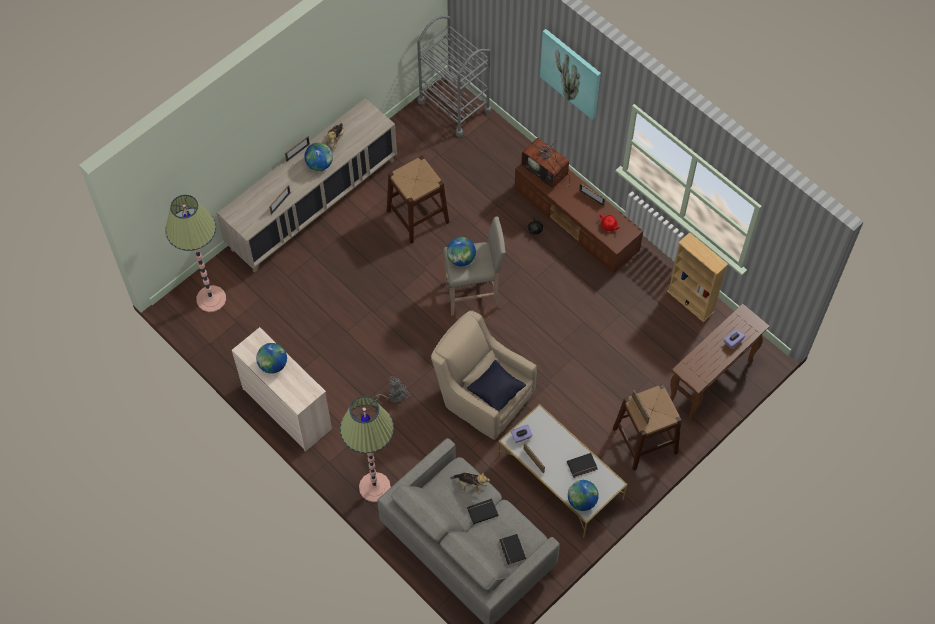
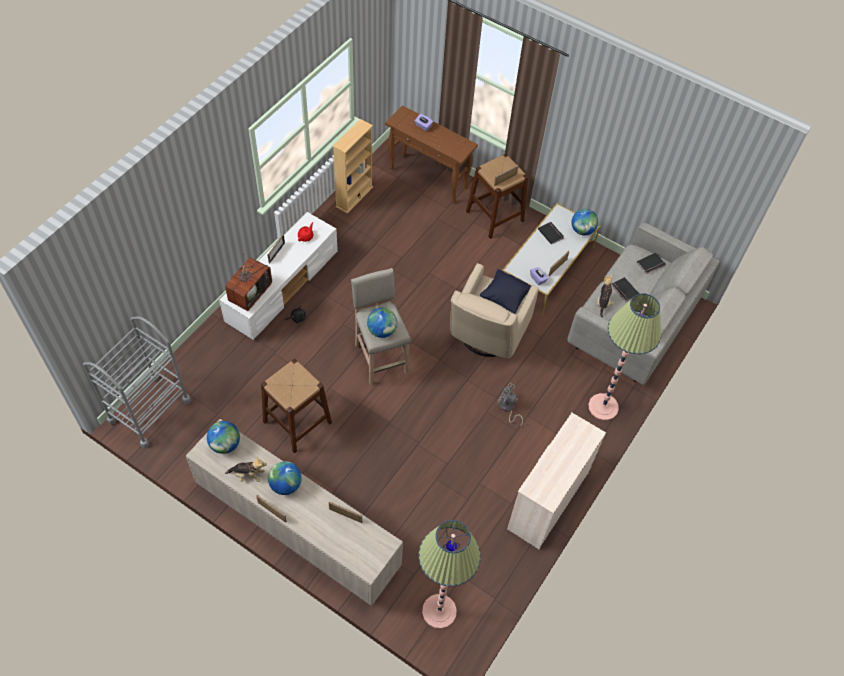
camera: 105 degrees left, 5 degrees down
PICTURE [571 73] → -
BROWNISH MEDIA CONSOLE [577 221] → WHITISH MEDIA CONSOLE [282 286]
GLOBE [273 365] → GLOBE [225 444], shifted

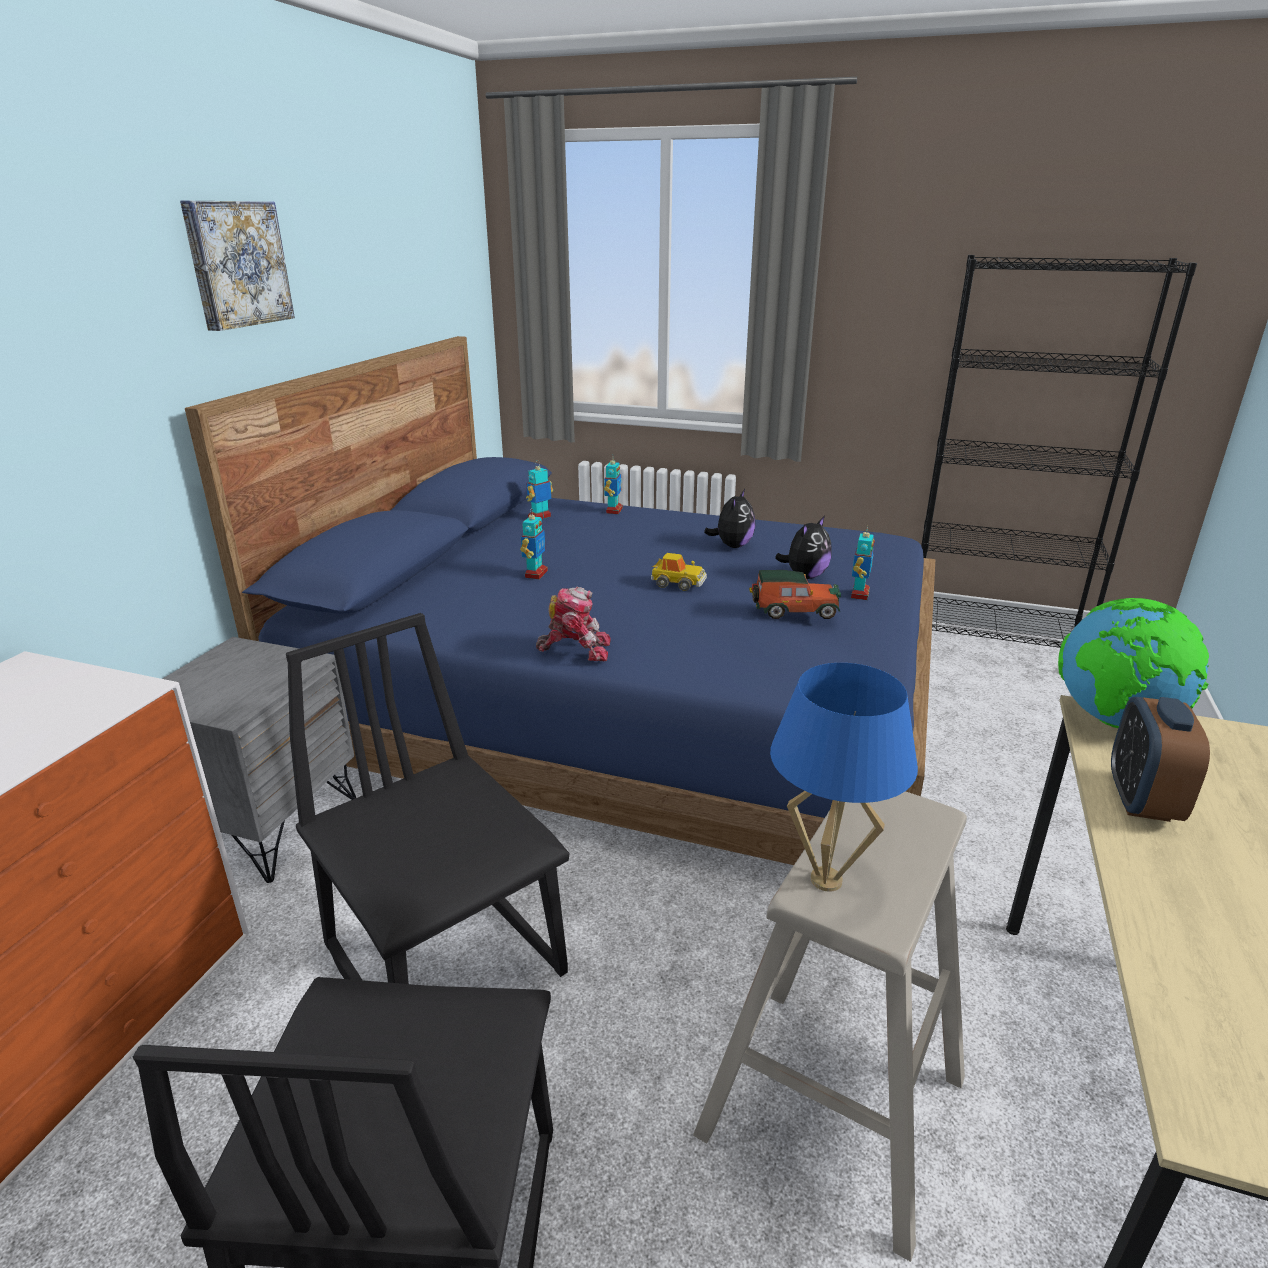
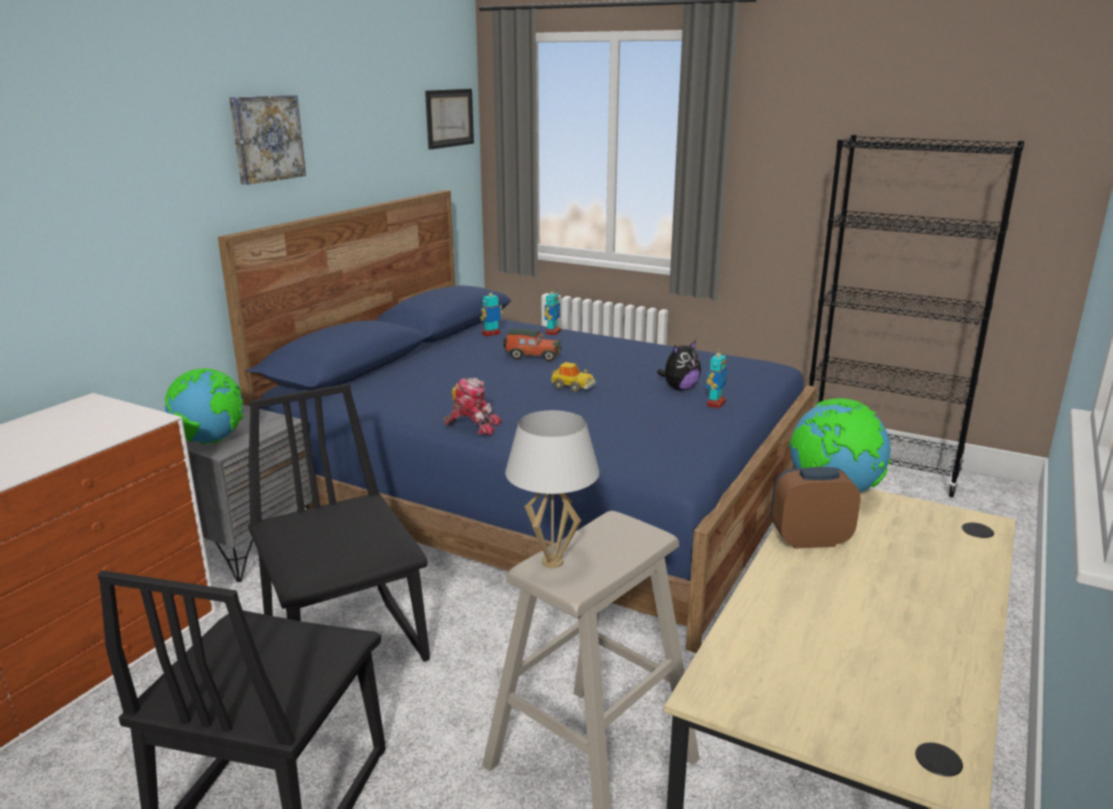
camera: 10 degrees right, 5 degrees down
PLUSH TOY [732 546] → -
MODEL ROBOT [535 574] → -
MINIATURE CAR [793 611] → MINIATURE CAR [531 356], shifted
BLUISH LAMP FOR A TABLE [826 879] → WHITISH LAMP FOR A TABLE [552 562]
ALARM CLOCK [1141 800] → ALARM CLOCK [810 540], 60 degrees clockwise
- → PICTURE [449 118]
- → GLOBE [211 441]

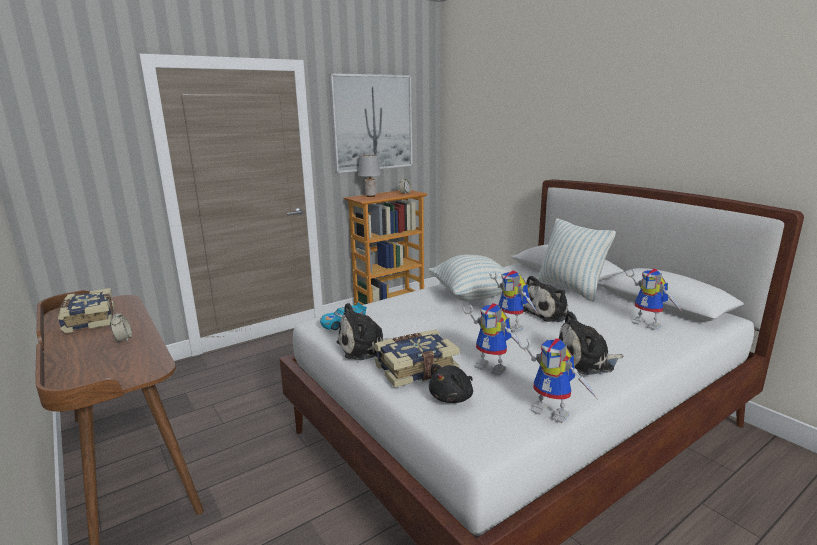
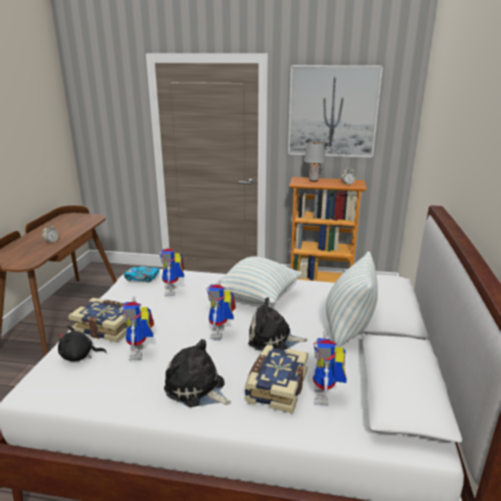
camera: 45 degrees right, 5 degrees up
VOLUME [88 320] → VOLUME [275 386], shifted
PLUSH TOY [366 347] → -
MODEL ROBOT [554 411] → MODEL ROBOT [173 292], shifted

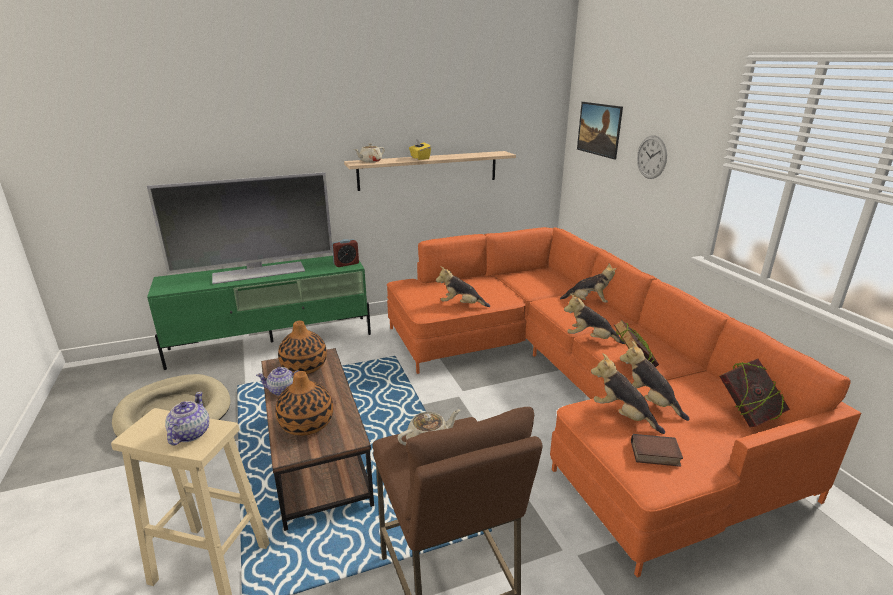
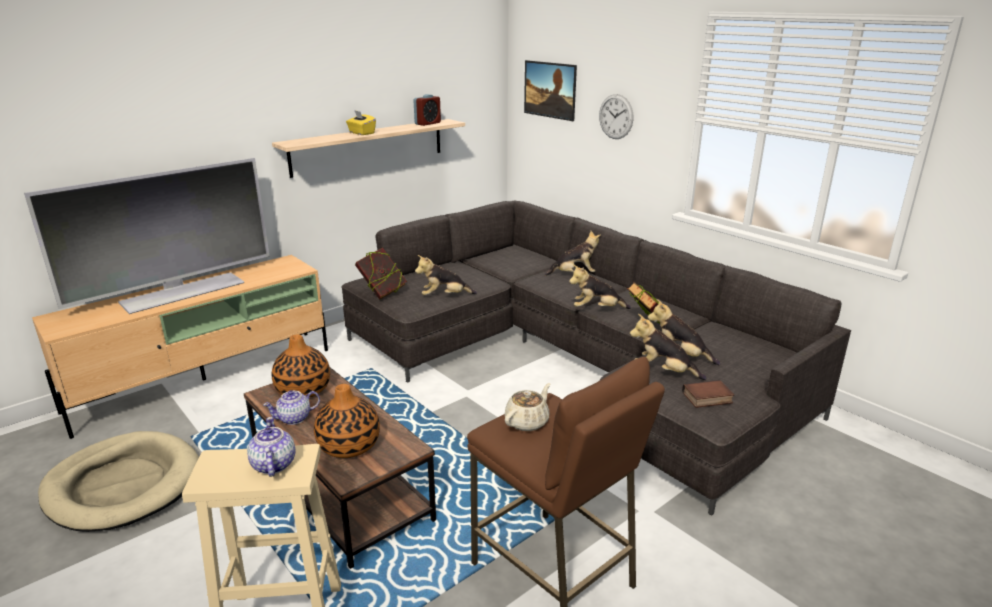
camera: 20 degrees left, 0 degrees up
BEIGE-COLOURED POT FOR TEA [370 161] → -
ORANGE-COLOURED SOFA [569 383] → GREYISH SOFA [572 361]
ALARM CLOCK [346 264] → ALARM CLOCK [427 123], shifted
GREEN MEDIA CONSOLE [273 341] → BEIGE-COLOURED MEDIA CONSOLE [206 379]
VOLUME [747 415] → VOLUME [382 293], shifted

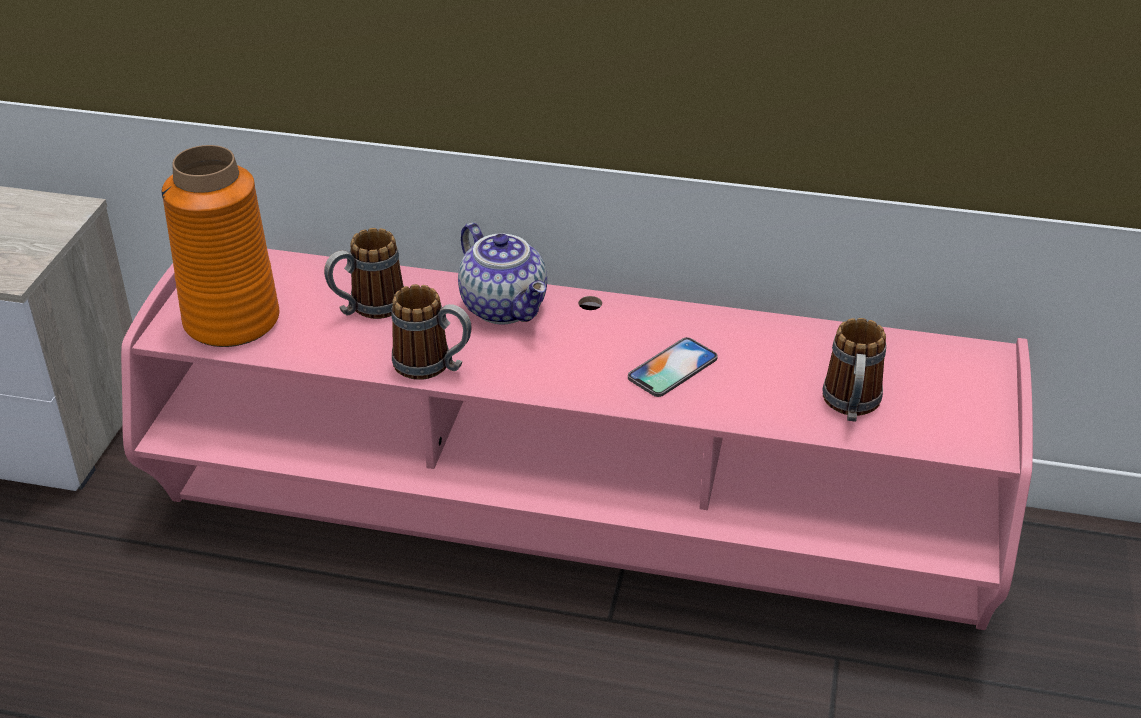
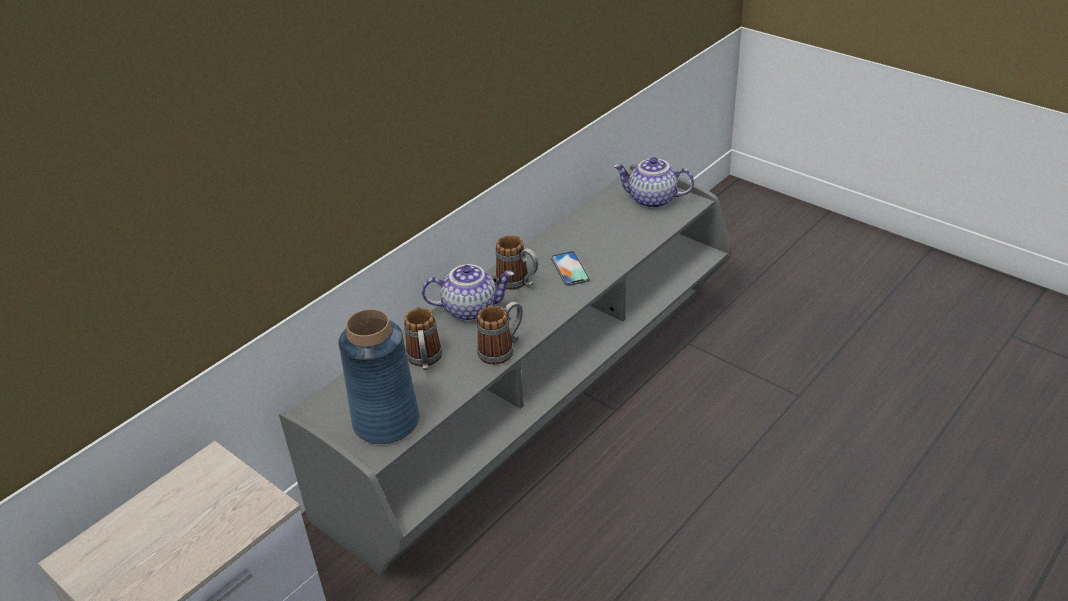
camera: 60 degrees left, 0 degrees up
ORANGE-COLOURED DECORATIVE VASE [232 320] → BLUISH DECORATIVE VASE [386 421]
PINK-COLOURED MEDIA CONSOLE [572 527] → GREYISH MEDIA CONSOLE [540 401]
TEA MUG [851 407] → TEA MUG [518 283], shifted
- → POT FOR TEA [652 200]

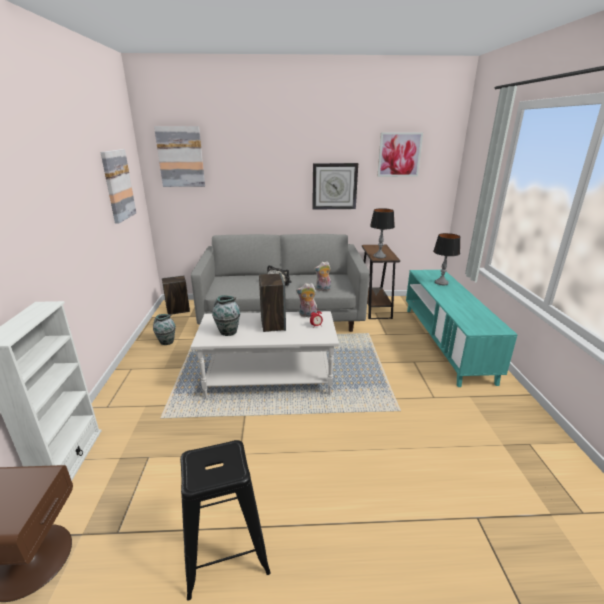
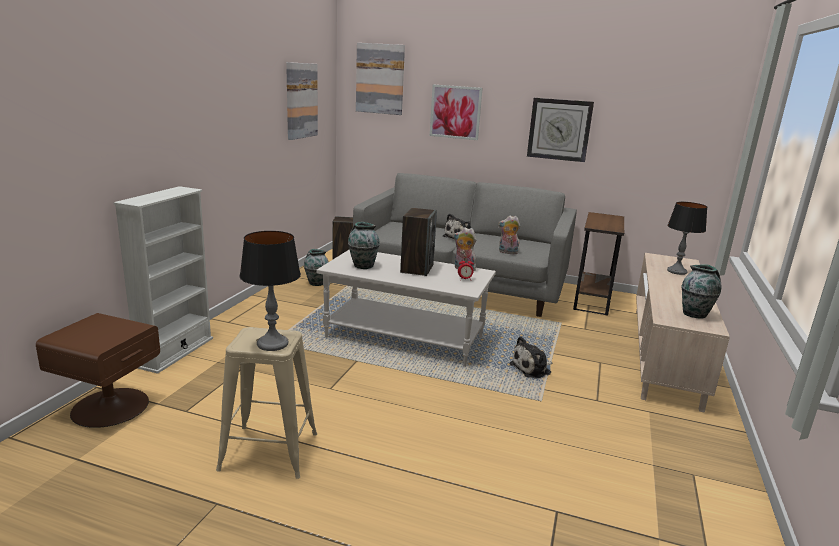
camera: 20 degrees right, 5 degrees down
PICTURE [399 154] → PICTURE [455 112], shifted
LAMP FOR A TABLE [379 256] → LAMP FOR A TABLE [272 344], shifted
TURQUOISE MEDIA CONSOLE [445 342] → BEIGE-COLOURED MEDIA CONSOLE [664 353]
BLACK STOOL SEAT [224 551] → BEIGE-COLOURED STOOL SEAT [268 451]
- → DECORATIVE VASE [695 314]
- → PLUSH TOY [532 369]

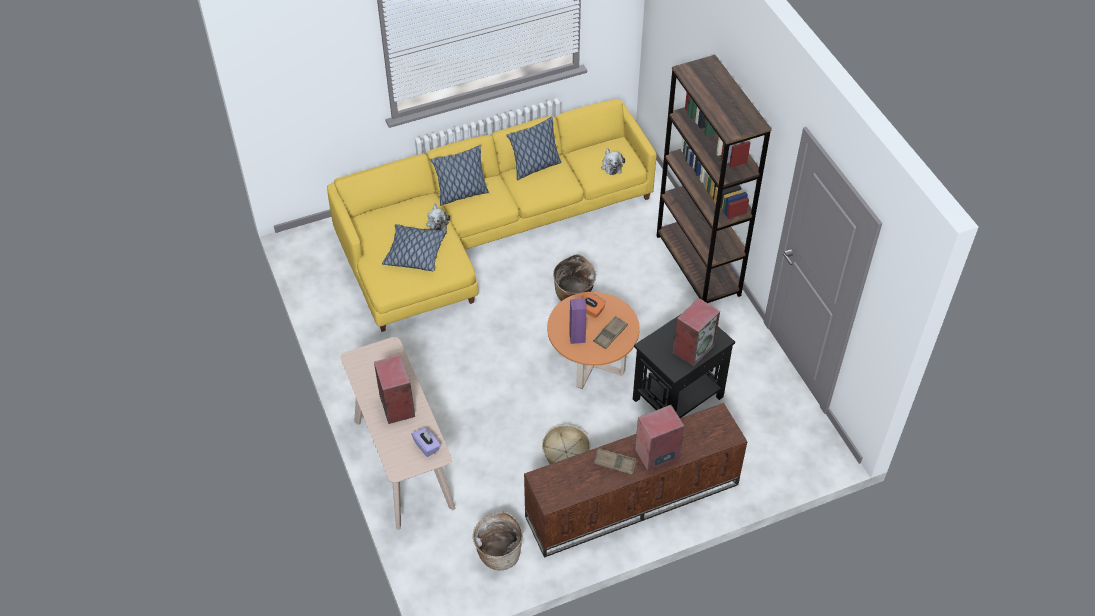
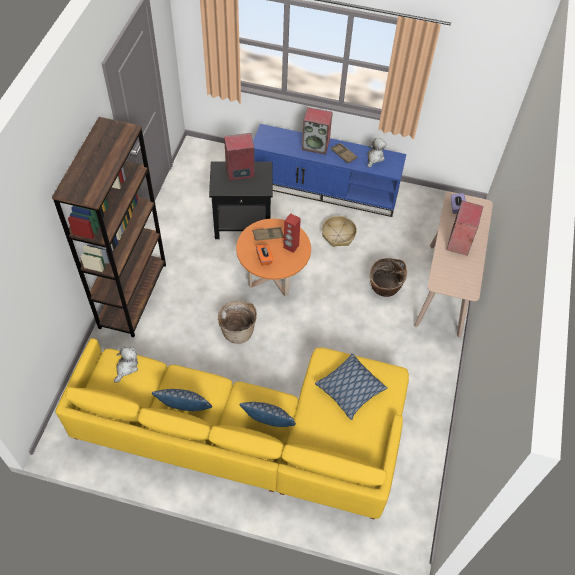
camera: 145 degrees left, 5 degrees up
PLUSH TOY [437 222] → PLUSH TOY [374 157], shifted
PURPLE LOUDSPEAKER [577 337] → REDDISH LOUDSPEAKER [291 246]
BROWNISH MEDIA CONSOLE [631 502] → BLUISH MEDIA CONSOLE [325 188]
STORAGE BASKET [498 552] → STORAGE BASKET [384 288], shifted

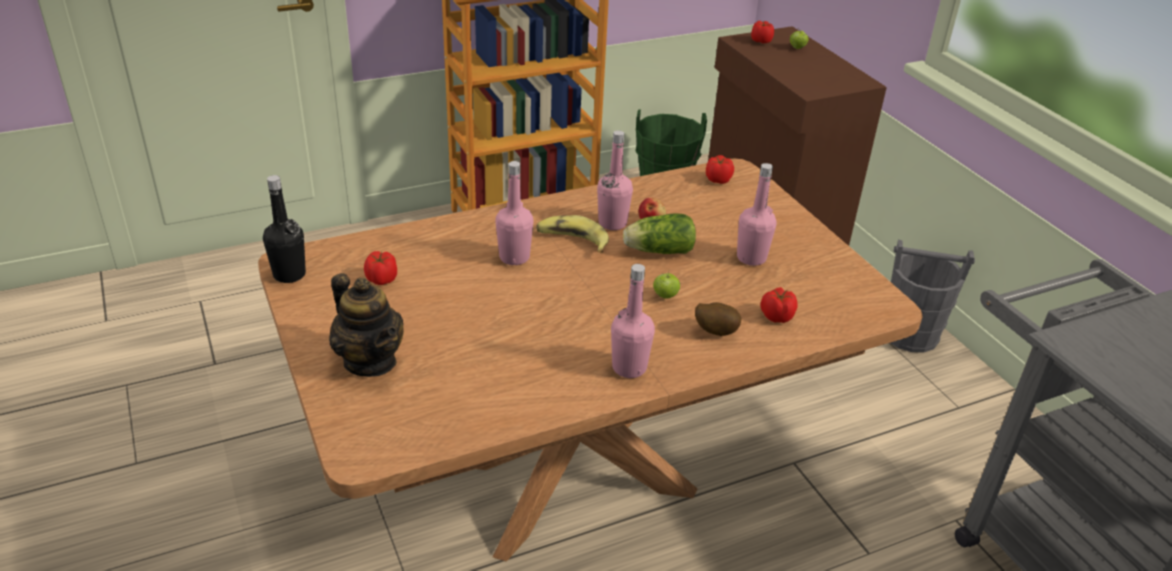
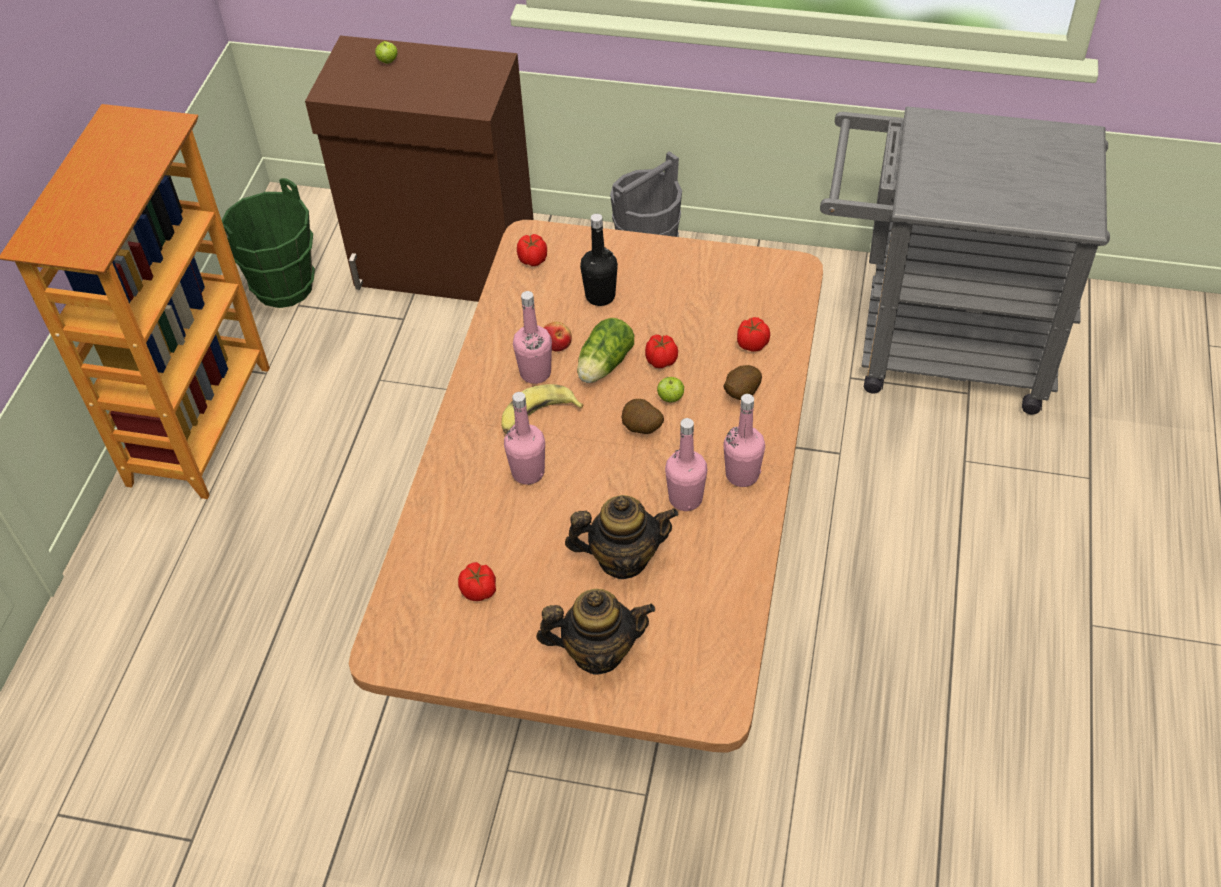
camera: 50 degrees left, 15 degrees up
WHOLE TOMATO [761 41] → WHOLE TOMATO [661 360], shifted
PINK-COLOURED BEVERAGE BOTTLE [751 258] → PINK-COLOURED BEVERAGE BOTTLE [685 498], shifted
BLACK BEVERAGE BOTTLE [289 274] → BLACK BEVERAGE BOTTLE [600 296], shifted
- → WHOLE POTATO [641 429]
- → POT FOR TEA [623 558]

